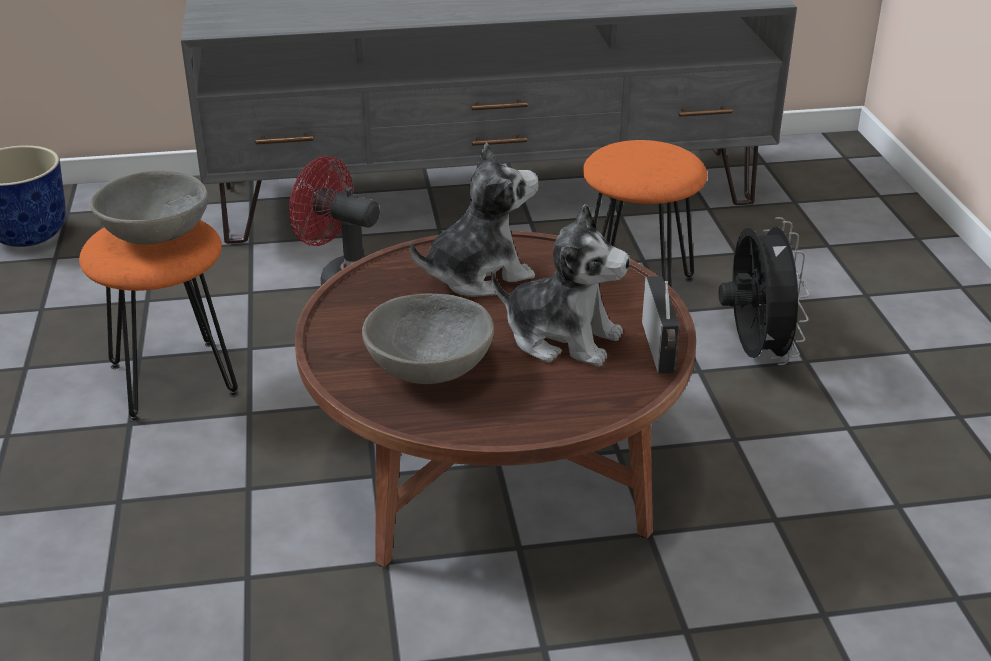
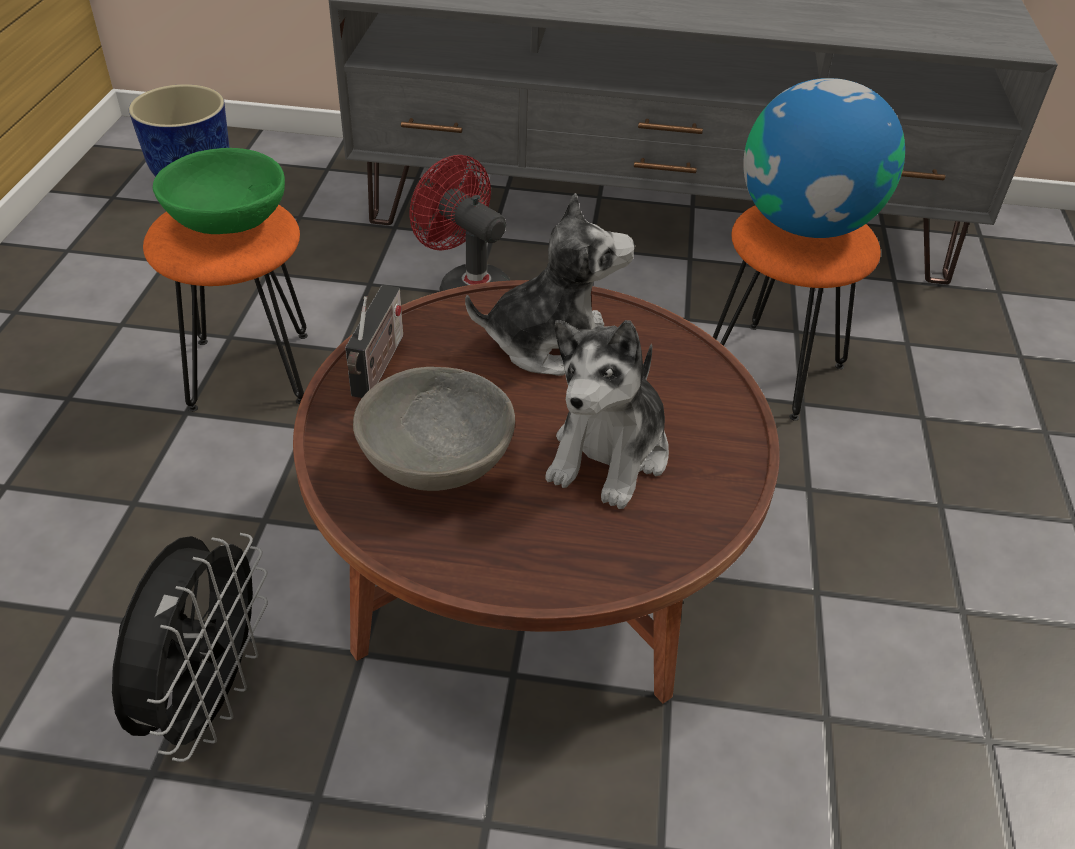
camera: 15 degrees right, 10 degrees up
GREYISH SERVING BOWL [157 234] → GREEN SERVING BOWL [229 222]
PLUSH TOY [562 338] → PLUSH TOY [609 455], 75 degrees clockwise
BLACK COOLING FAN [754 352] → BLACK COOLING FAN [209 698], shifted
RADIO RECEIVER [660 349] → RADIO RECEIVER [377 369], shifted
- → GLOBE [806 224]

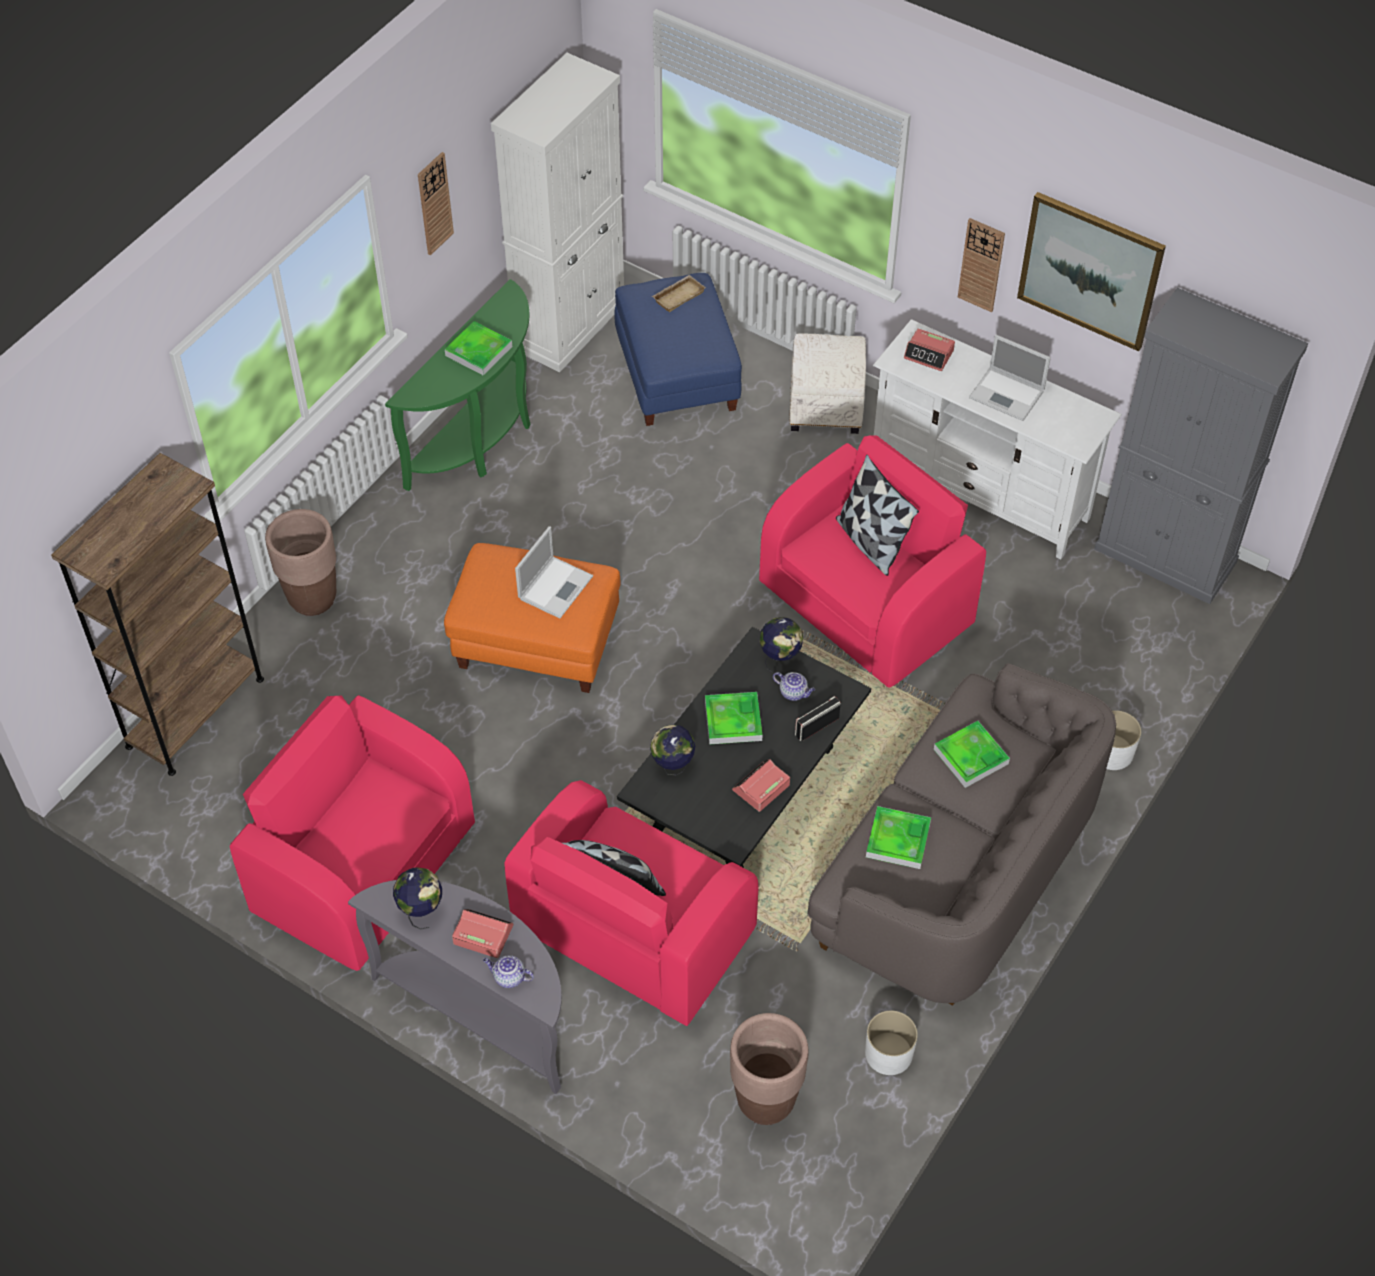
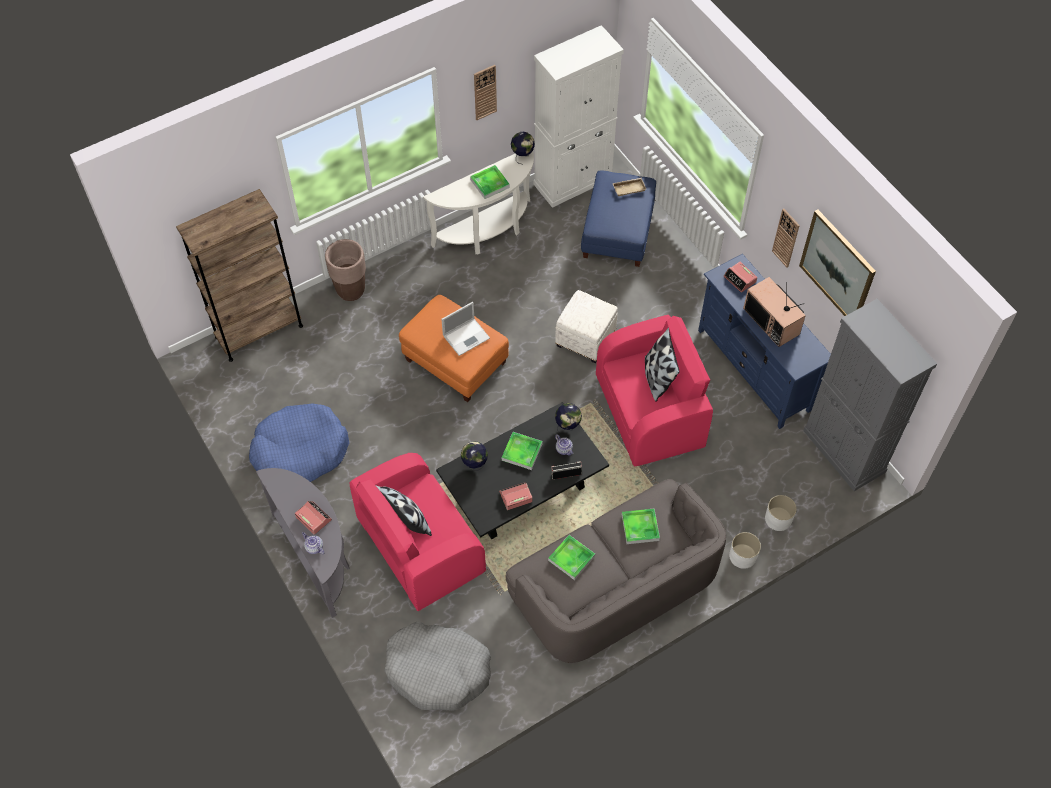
camera: 25 degrees right, 5 degrees up
GREEN HALL TABLE [481 439] → WHITISH HALL TABLE [488 232]
WHITISH MEDIA CONSOLE [980 492] → BLUISH MEDIA CONSOLE [754 370]
WHITISH FOOTREST [826 408] → WHITISH FOOTREST [586 340], shifted
PORTABLE COMPUTER [1008 394] → TELEVISION [772 321]
PINK-COLOURED LOUNGE CHAIR [364 866] → BLUISH DOG CUSHION [300 451]
GLOBE [421 911] → GLOBE [522 156], shifted
WHITISH PLANT POT [889 1054] → WHITISH PLANT POT [778 519], shifted
BROWNISH PLANT POT [765 1101] → GREYISH DOG CUSHION [438 670]

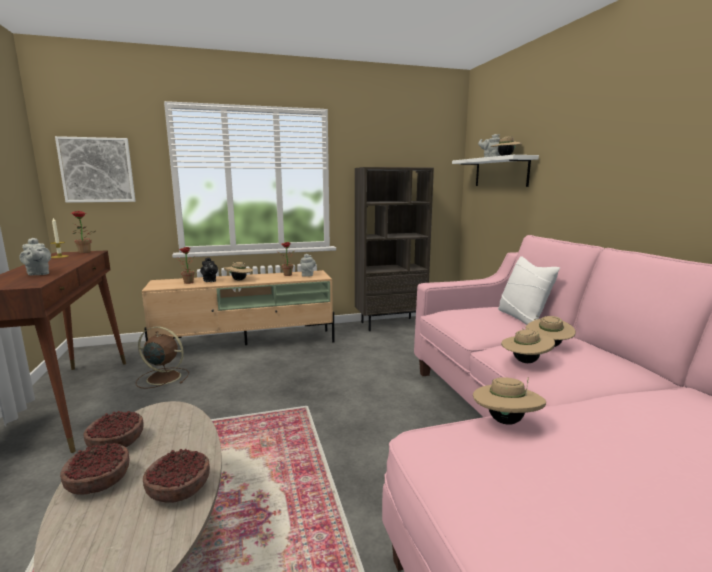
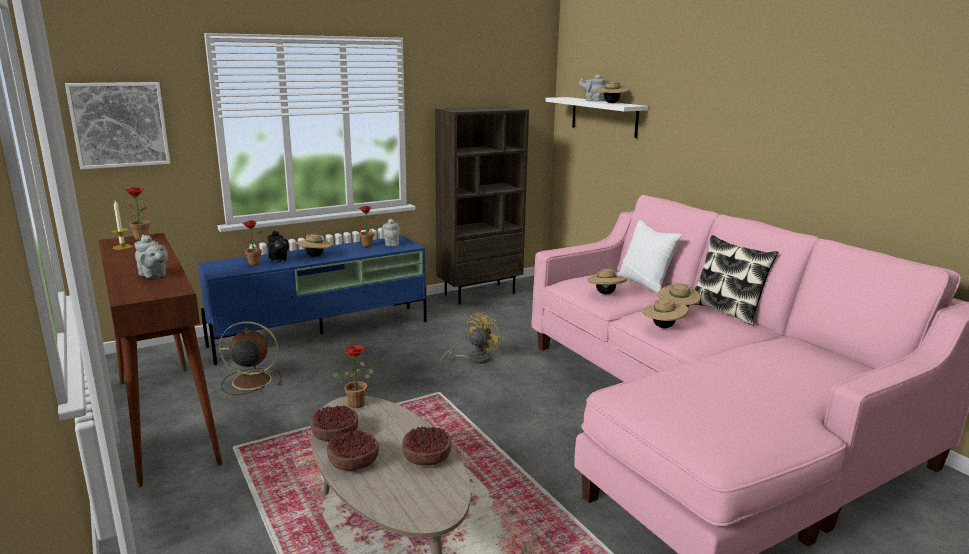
camera: 15 degrees left, 5 degrees up
BEIGE-COLOURED MEDIA CONSOLE [247 344] → BLUISH MEDIA CONSOLE [323 333]
BEIGE-COLOURED WEARABLE HAT [506 421] → BEIGE-COLOURED WEARABLE HAT [605 293], shifted
- → PILLOW [726 311]
- → YELLOWISH COOLING FAN [474 359]
- → POTTED PLANT [359 402]

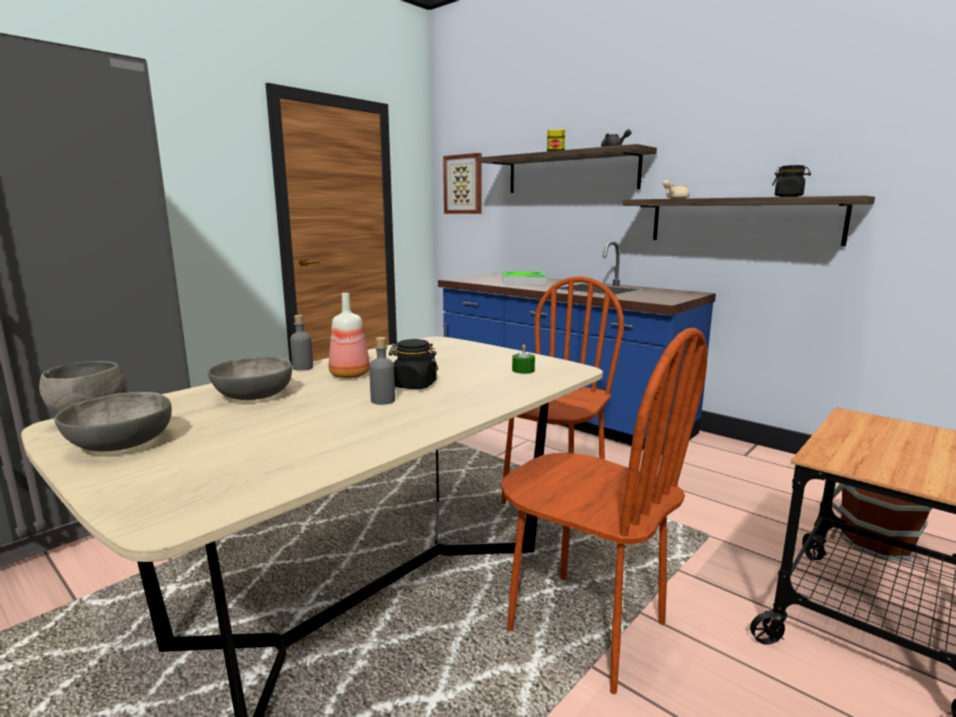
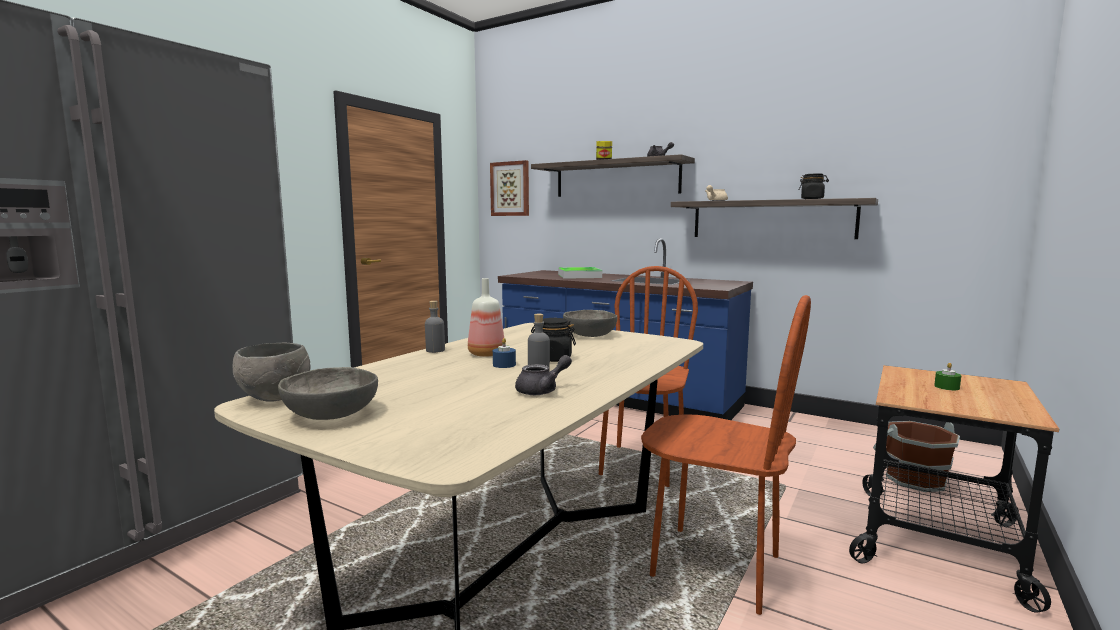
camera: 10 degrees left, 5 degrees down
GREEN WAX CANDLE [523 370] → GREEN WAX CANDLE [946 387], shifted
GREYISH SERVING BOWL [252 396] → GREYISH SERVING BOWL [589 335], shifted
- → BLUISH WAX CANDLE [504 365]
- → GREYISH POT FOR TEA [542 390]

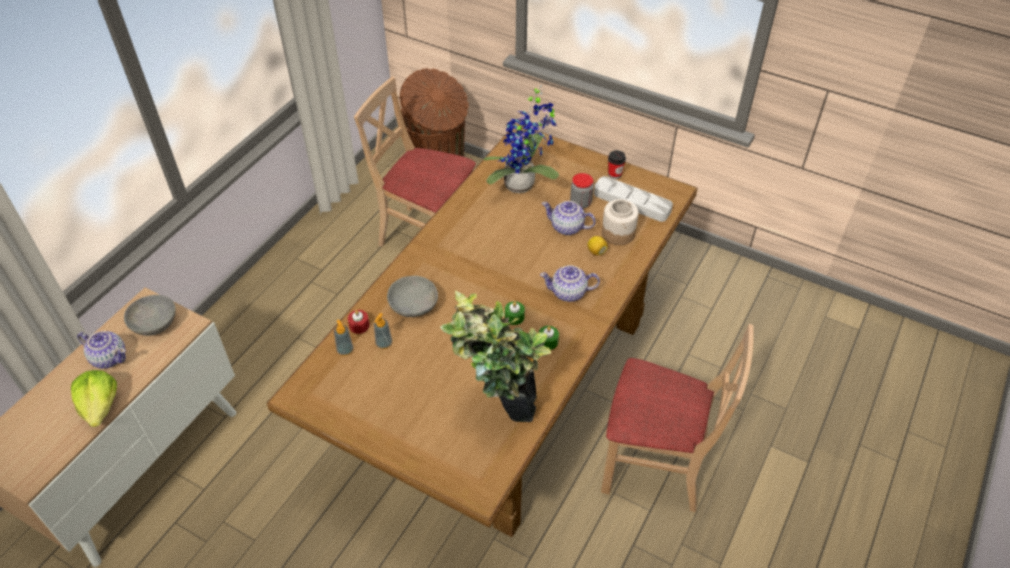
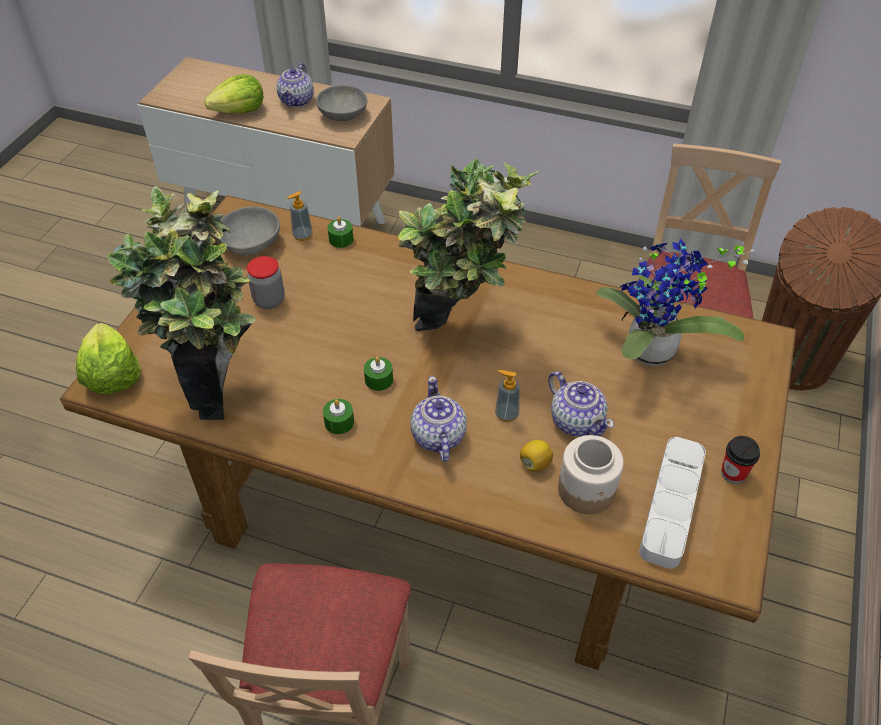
camera: 80 degrees right, 0 degrees up
STORAGE JAR [580 203] → STORAGE JAR [269 300], shifted
POT FOR TEA [567 227] → POT FOR TEA [576 421], 135 degrees clockwise
GREYISH SERVING BOWL [413 306] → GREYISH SERVING BOWL [250 244], shifted
REDDISH WAX CANDLE [359 325] → GREEN WAX CANDLE [341 239]
SOAP DISPENSER [384 343] → SOAP DISPENSER [506 414], shifted
- → POTTED PLANT [462 331]
- → LETTUCE [111 375]

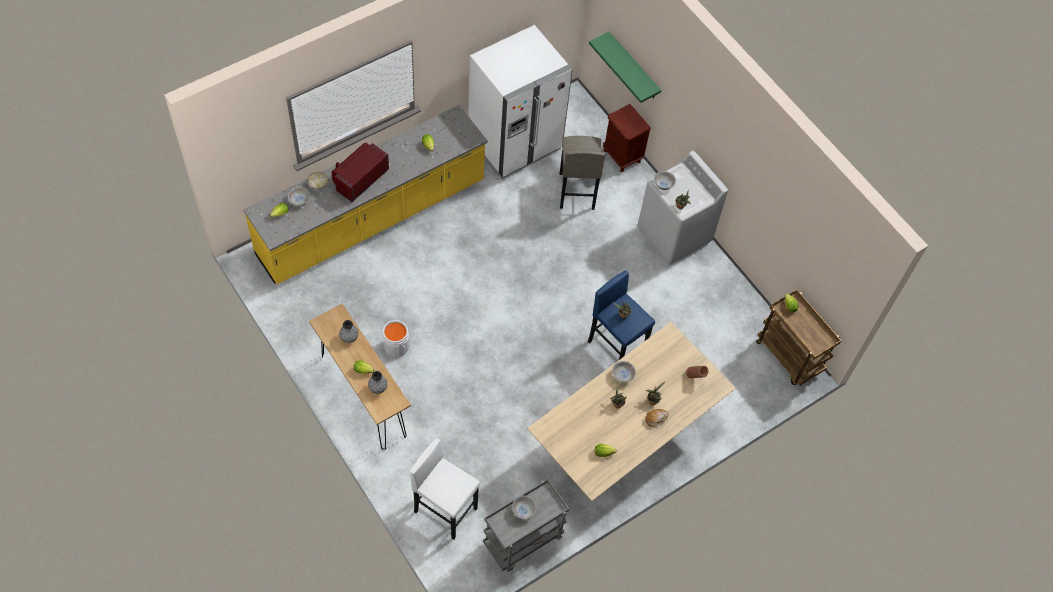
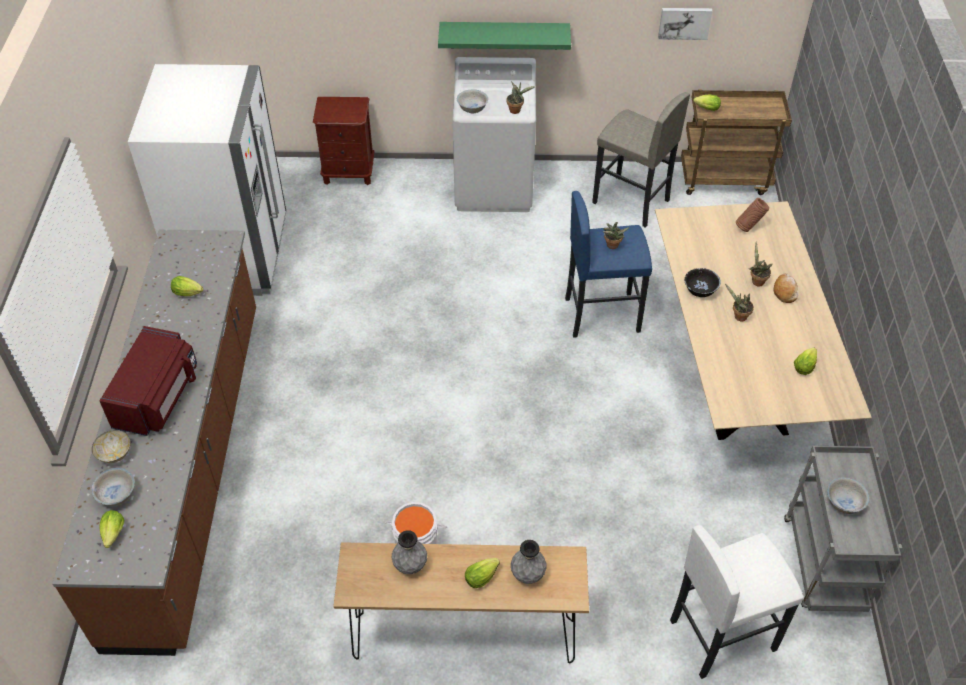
camera: 50 degrees left, 10 degrees down
GREEN WALL SHELF [633 67] → GREEN WALL SHELF [504 35], shifted
YELLOWISH COUNTER [372 219] → BROWNISH COUNTER [190 466]
GREYISH STOOL SEAT [576 191] → GREYISH STOOL SEAT [630 202], shifted
REDDISH KITCHEN MICROWAVE [360 179] → REDDISH KITCHEN MICROWAVE [158 397], 150 degrees counterclockwise
WHITISH SERVING BOWL [623 375] → BLACK SERVING BOWL [700 290]
- → PICTURE [684 22]

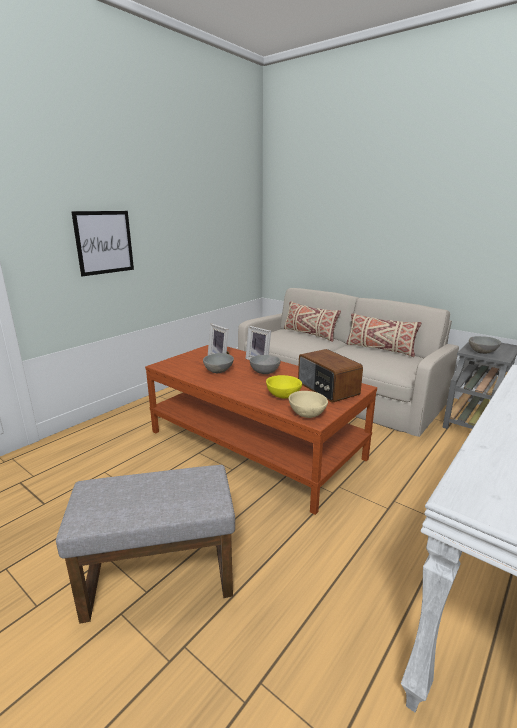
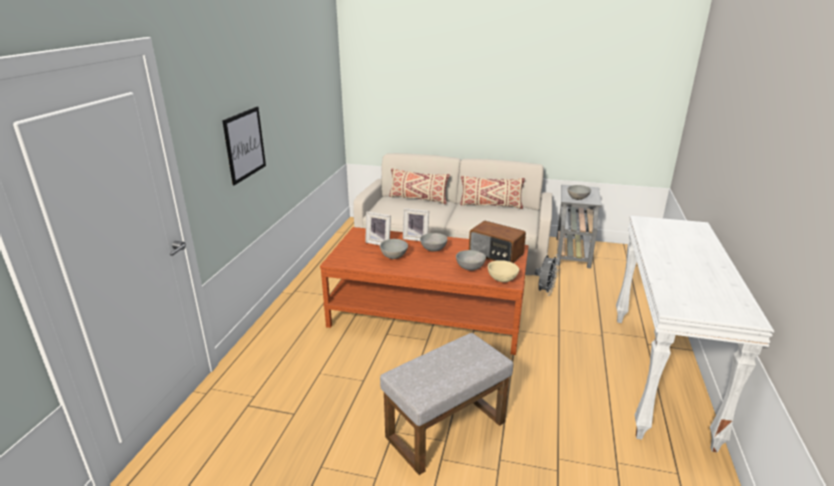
camera: 25 degrees left, 5 degrees up
YELLOWISH SERVING BOWL [283 396] → GREYISH SERVING BOWL [469 268]
- → GREYISH COOLING FAN [545 291]

